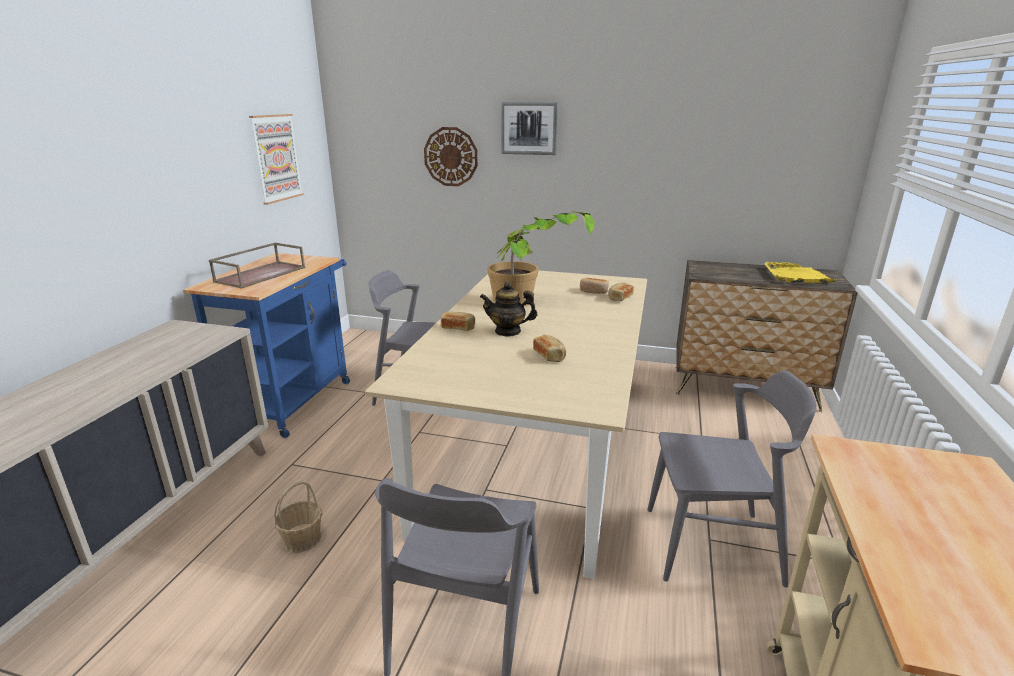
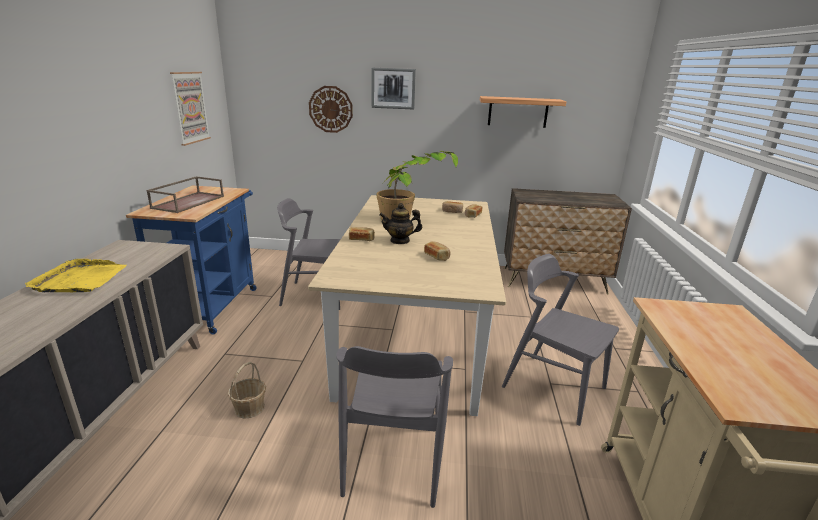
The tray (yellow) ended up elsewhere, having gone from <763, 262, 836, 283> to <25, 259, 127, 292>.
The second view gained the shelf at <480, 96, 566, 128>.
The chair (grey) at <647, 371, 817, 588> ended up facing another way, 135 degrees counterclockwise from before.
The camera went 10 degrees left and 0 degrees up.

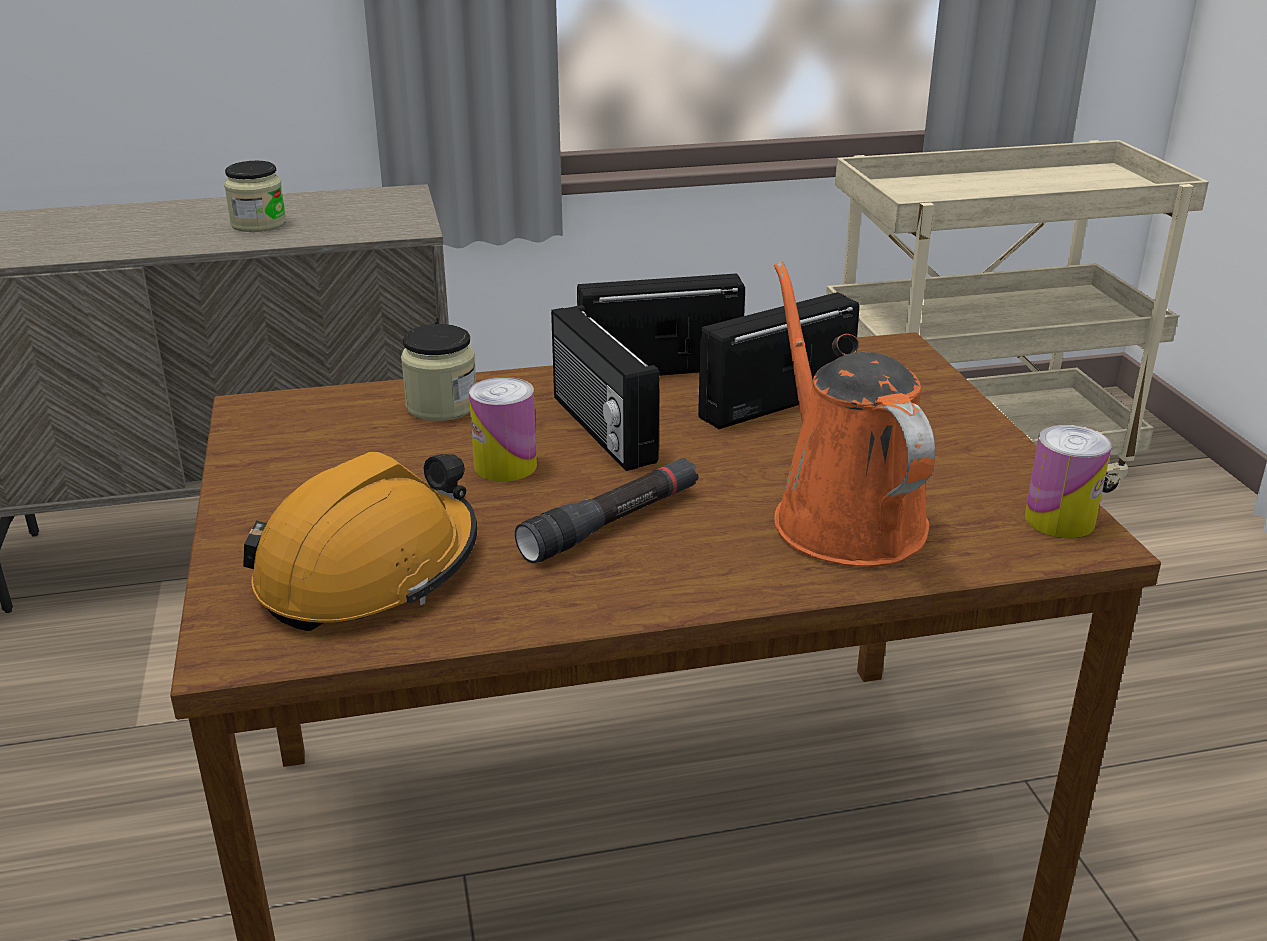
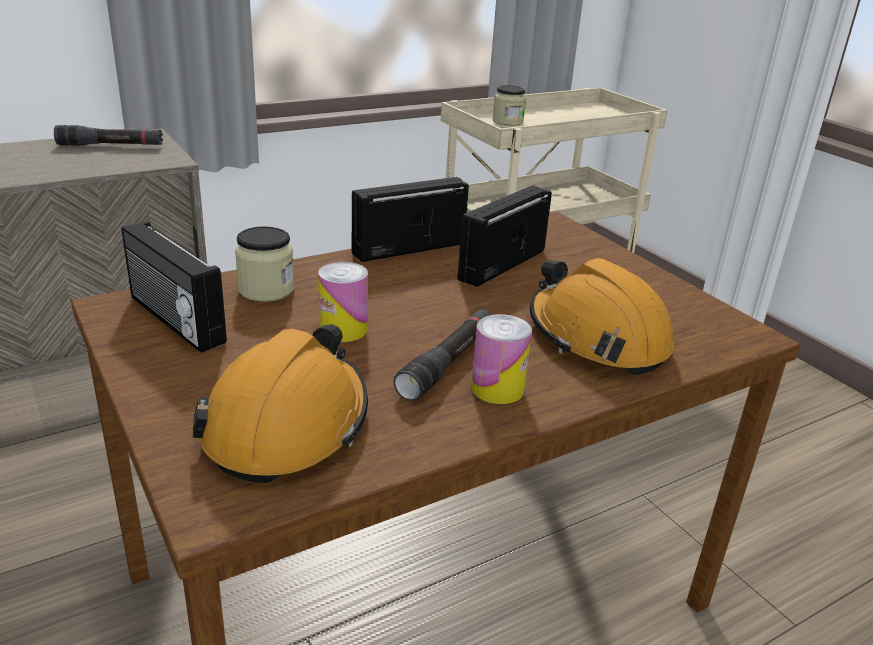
The second view gained the flashlight (black) at <54, 125, 163, 146>.
The radio ended up elsewhere, having gone from <551, 305, 659, 471> to <121, 221, 227, 353>.
The can ended up elsewhere, having gone from <1025, 425, 1112, 538> to <471, 314, 532, 404>.
The jar ended up elsewhere, having gone from <224, 161, 286, 232> to <492, 85, 526, 126>.
Where the watering can (orange) stood at <774, 261, 935, 567>, the hard hat (orange) came to stand at <530, 258, 674, 375>.
The camera went 20 degrees left and 0 degrees up.

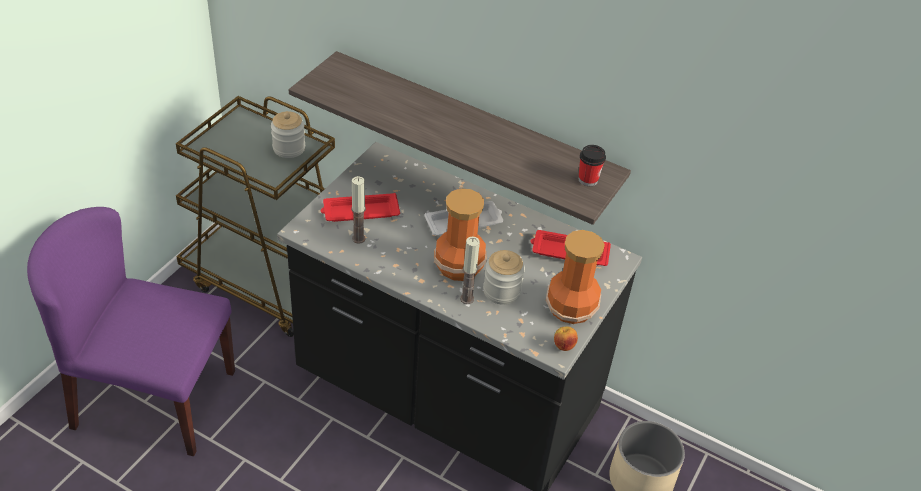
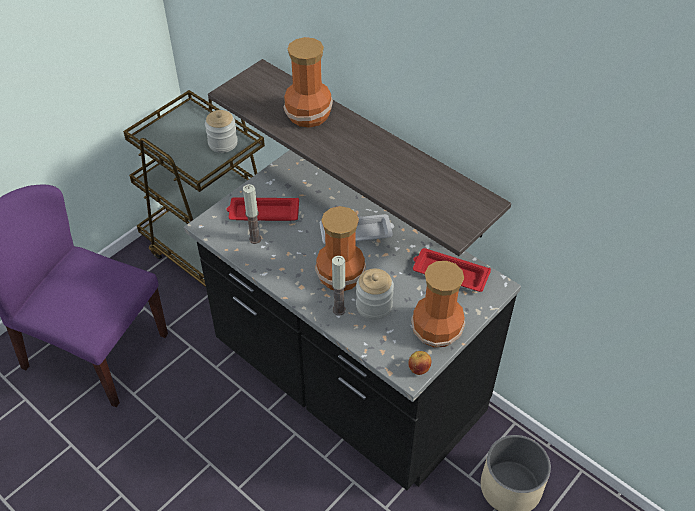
The second view gained the vase at <283, 37, 333, 128>.
The second view lost the cup at <579, 145, 606, 186>.
The camera went 15 degrees right and 5 degrees up.

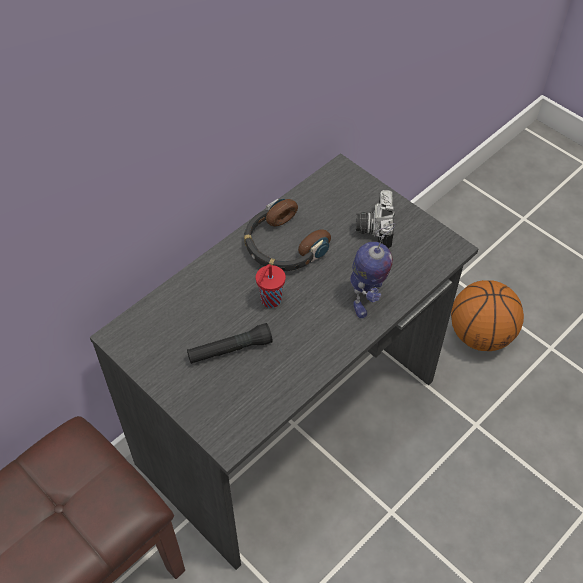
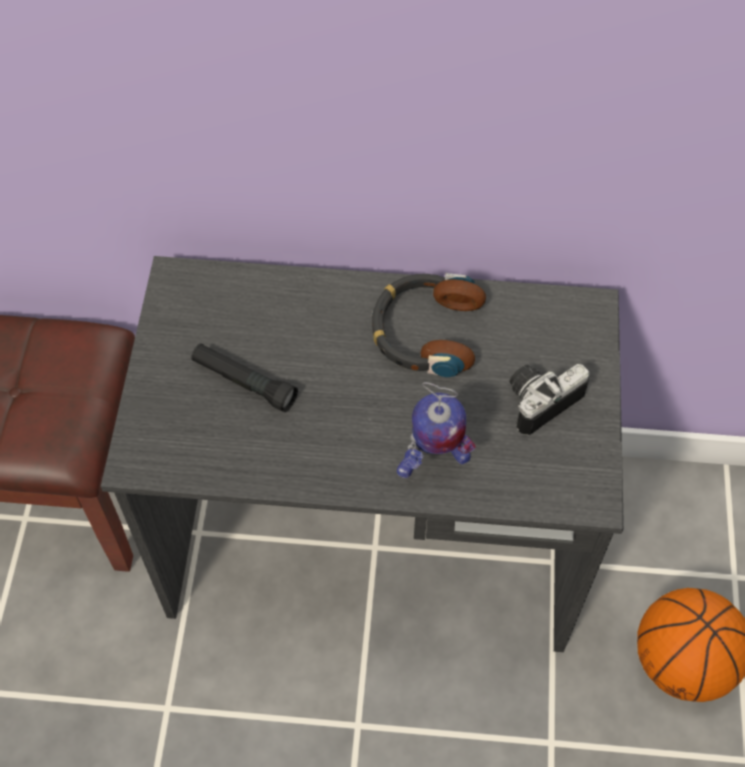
The second view lost the cup (red) at <256, 264, 286, 308>.
The camera went 50 degrees right and 5 degrees up.

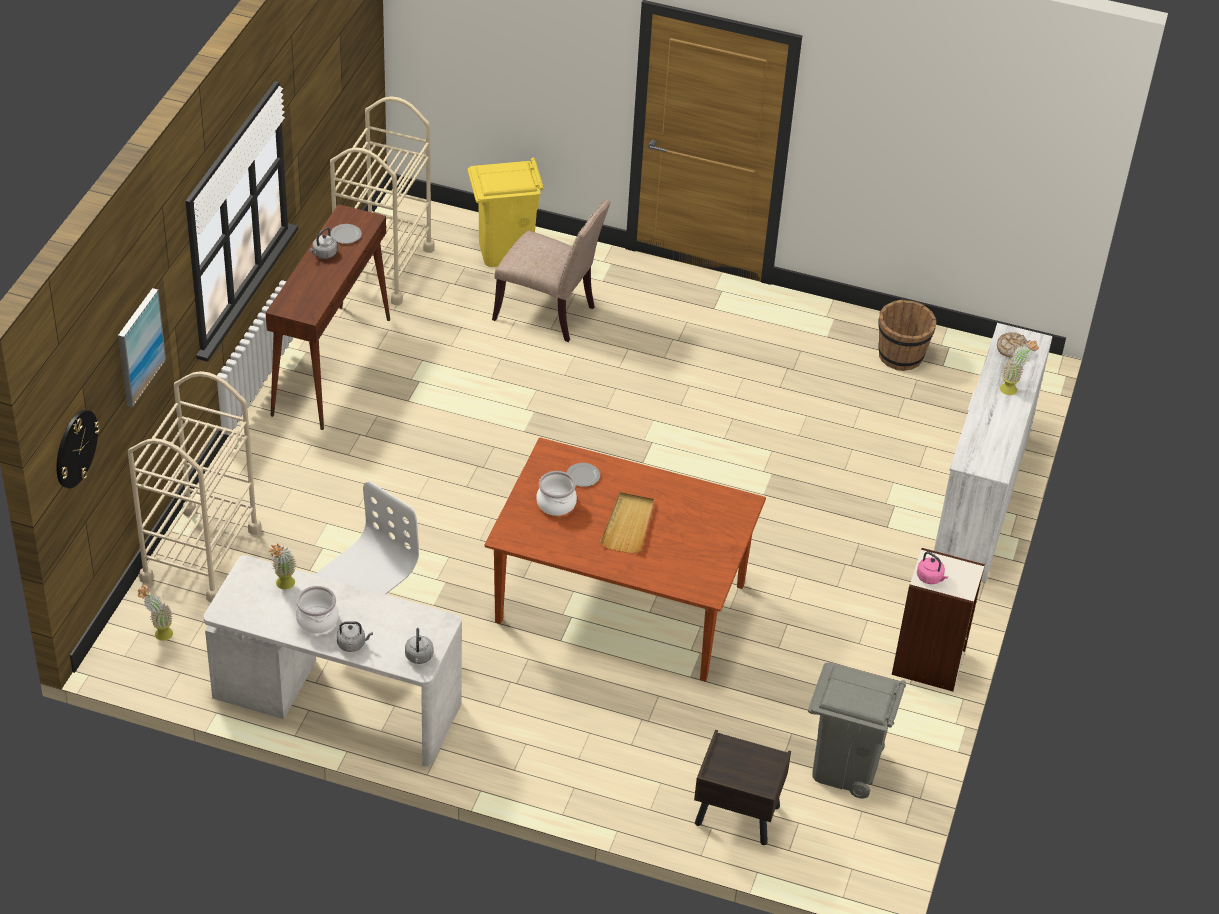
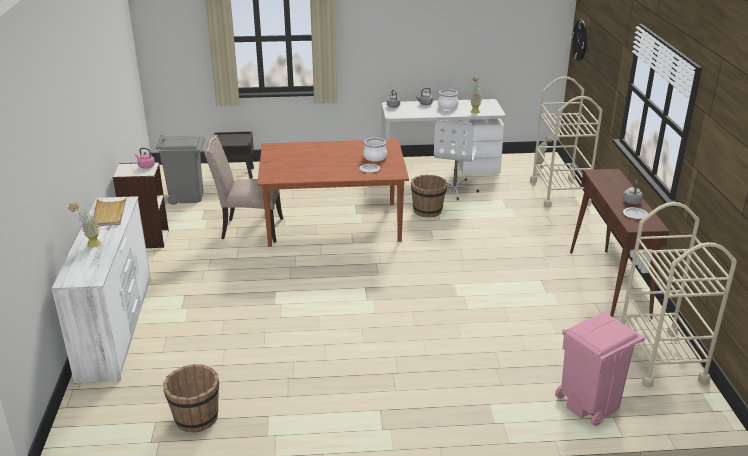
The tray (beige) ended up elsewhere, having gone from <600, 492, 654, 553> to <94, 197, 127, 227>.
The chair (beige) ended up elsewhere, having gone from <492, 200, 611, 342> to <204, 135, 283, 243>.
The second view gained the bucket (brown) at <411, 175, 448, 217>.
What was the trash can (yellow) at <468, 158, 544, 267> turned into the trash can (pink) at <555, 312, 645, 426>.
The second view lost the picture at <118, 288, 166, 407>.
The second view lost the bread at <997, 332, 1029, 358>.
The camera went 160 degrees right and 15 degrees down.

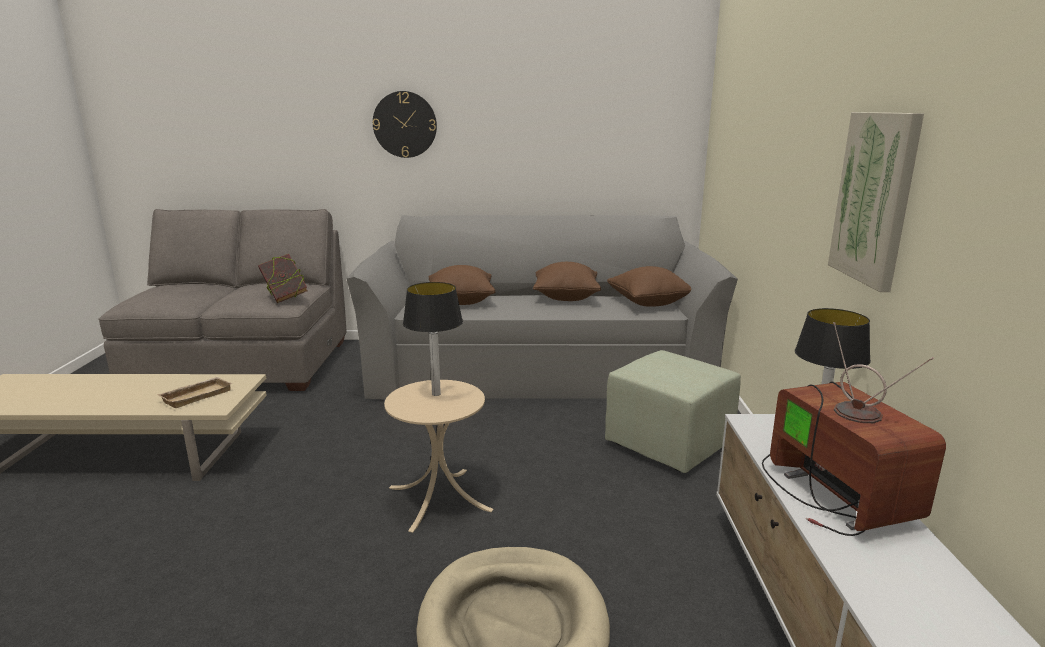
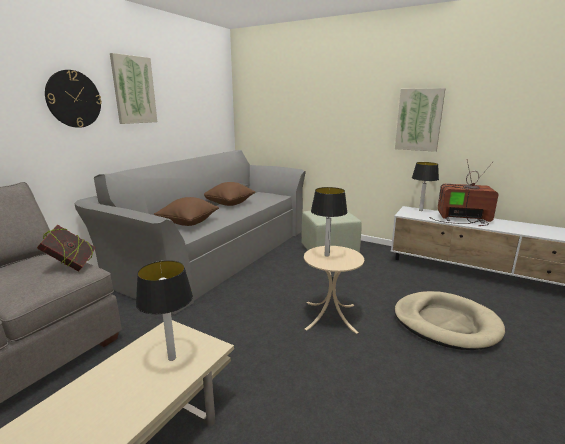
The second view gained the picture at <110, 53, 157, 124>.
Where the tray (beige) stood at <157, 377, 232, 408>, the table lamp came to stand at <136, 260, 193, 361>.
The second view lost the pillow (brown) at <607, 266, 691, 307>.
The camera went 60 degrees left and 0 degrees up.

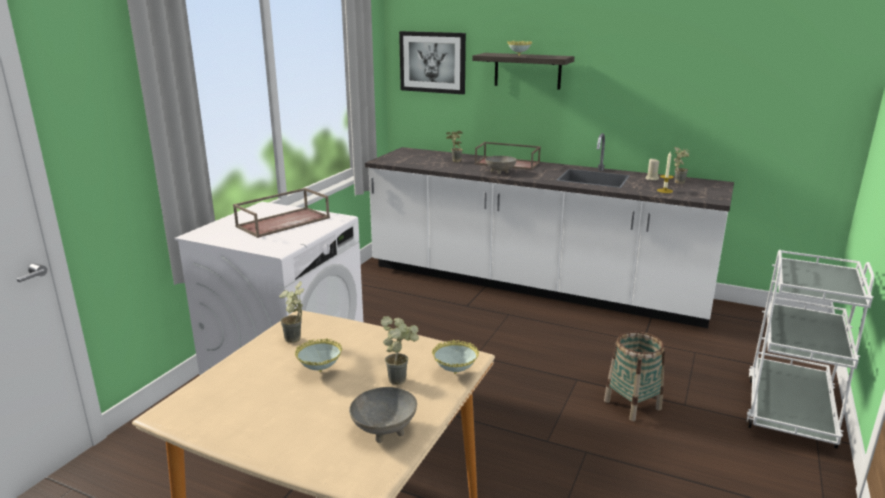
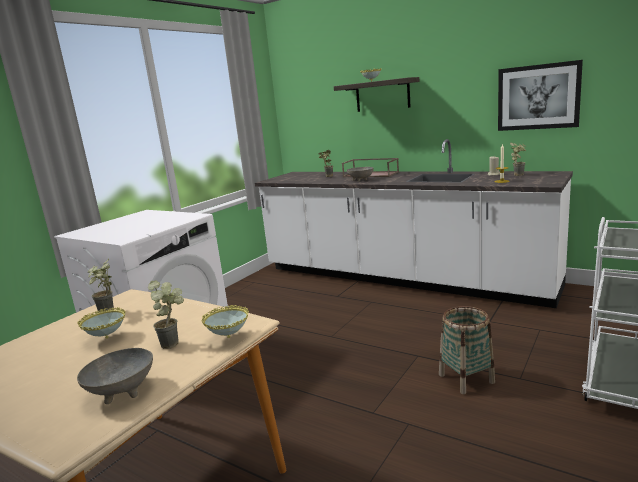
The picture ended up elsewhere, having gone from <399, 31, 466, 94> to <498, 60, 583, 131>.
The second view lost the tray (brown) at <233, 188, 330, 238>.
The camera went 10 degrees right and 5 degrees down.

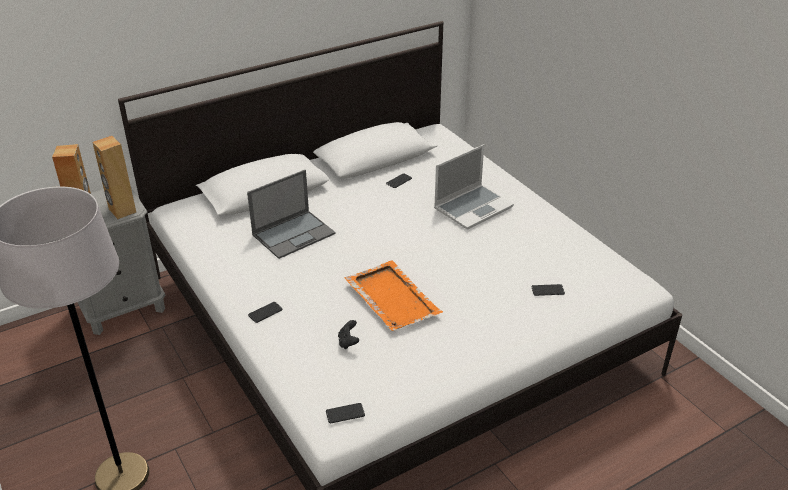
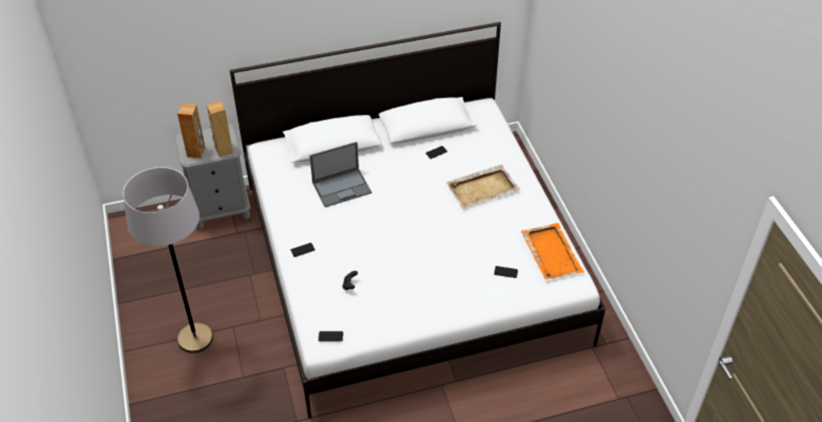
Where the laptop stood at <434, 144, 514, 230>, the tray (beige) came to stand at <446, 164, 520, 210>.
The tray (orange) ended up elsewhere, having gone from <345, 260, 443, 331> to <521, 223, 585, 280>.
The camera went 15 degrees right and 10 degrees up.

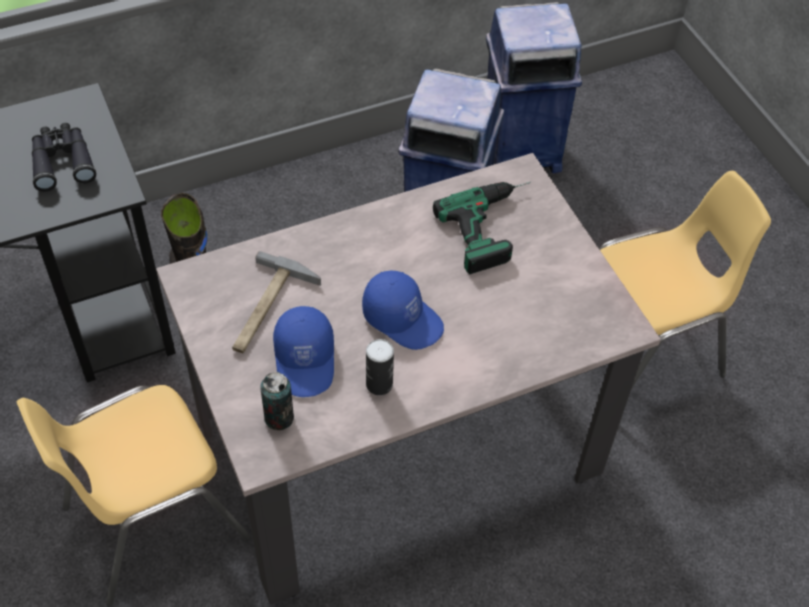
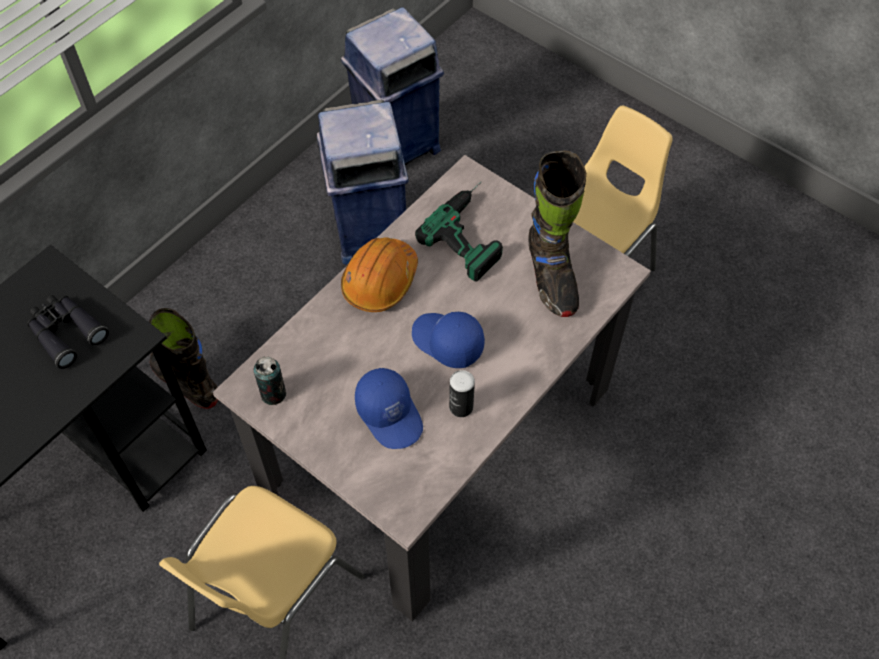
The can ended up elsewhere, having gone from <260, 372, 294, 430> to <254, 356, 286, 405>.
The second view gained the hard hat (orange) at <341, 237, 418, 312>.
The cap (blue) at <362, 271, 444, 350> ended up facing another way, 150 degrees counterclockwise from before.
The second view gained the boot (black) at <529, 151, 586, 317>.
The second view lost the hammer at <232, 251, 321, 353>.
The camera went 25 degrees left and 5 degrees up.

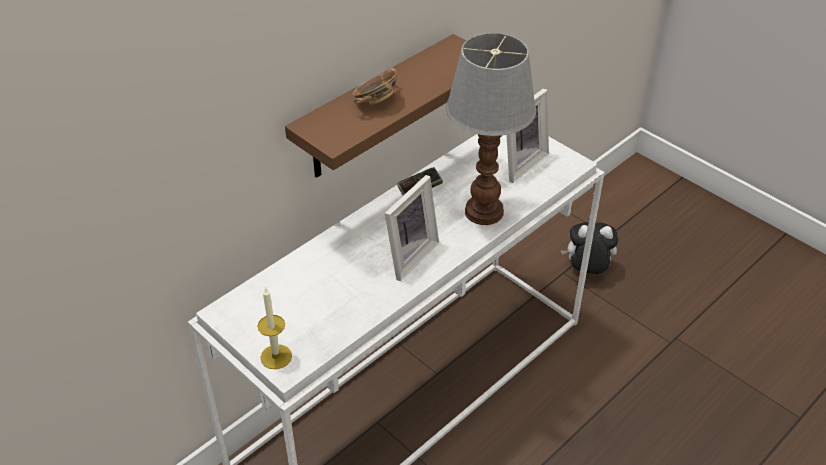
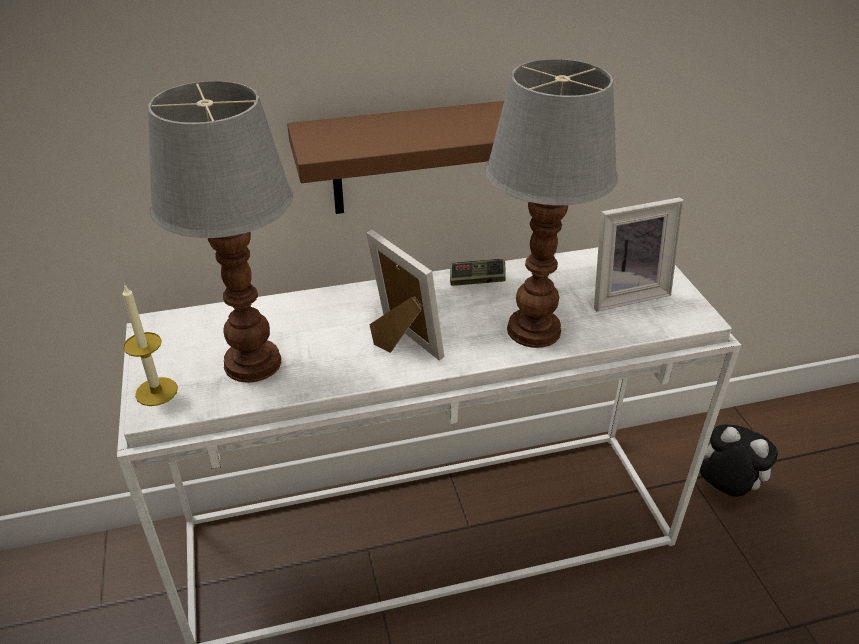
The second view gained the table lamp at <148, 81, 293, 383>.
The picture frame at <385, 175, 439, 281> ended up facing another way, 105 degrees counterclockwise from before.
The second view lost the bowl at <353, 68, 397, 104>.
The camera went 30 degrees right and 5 degrees down.

